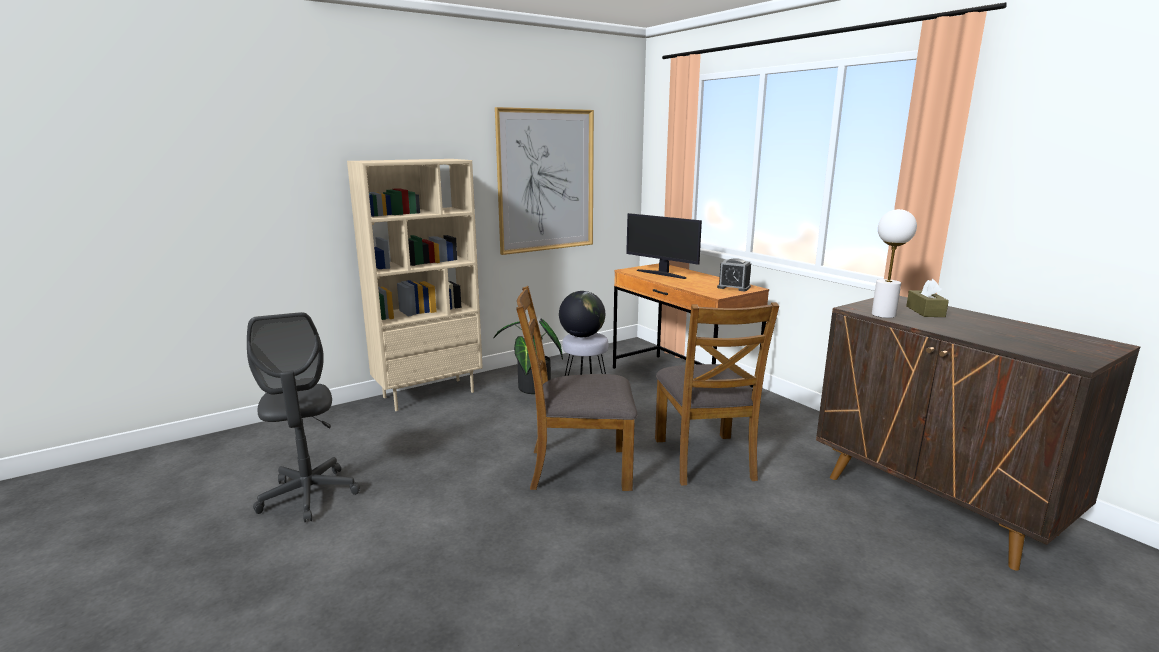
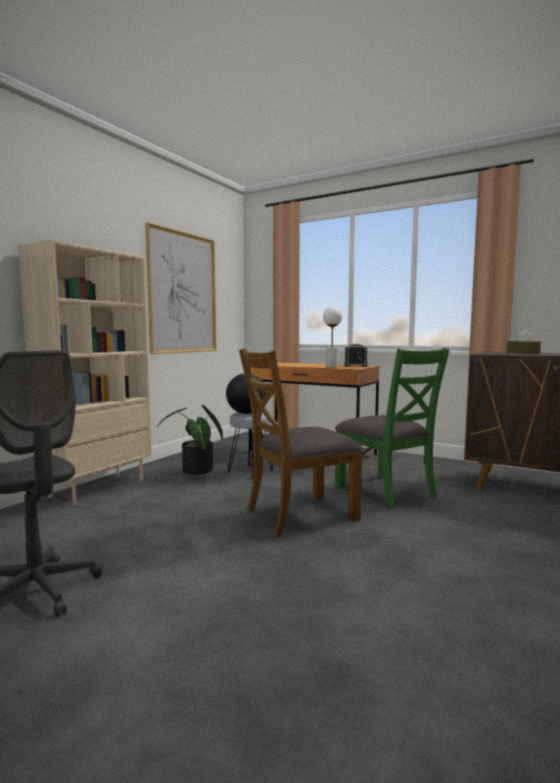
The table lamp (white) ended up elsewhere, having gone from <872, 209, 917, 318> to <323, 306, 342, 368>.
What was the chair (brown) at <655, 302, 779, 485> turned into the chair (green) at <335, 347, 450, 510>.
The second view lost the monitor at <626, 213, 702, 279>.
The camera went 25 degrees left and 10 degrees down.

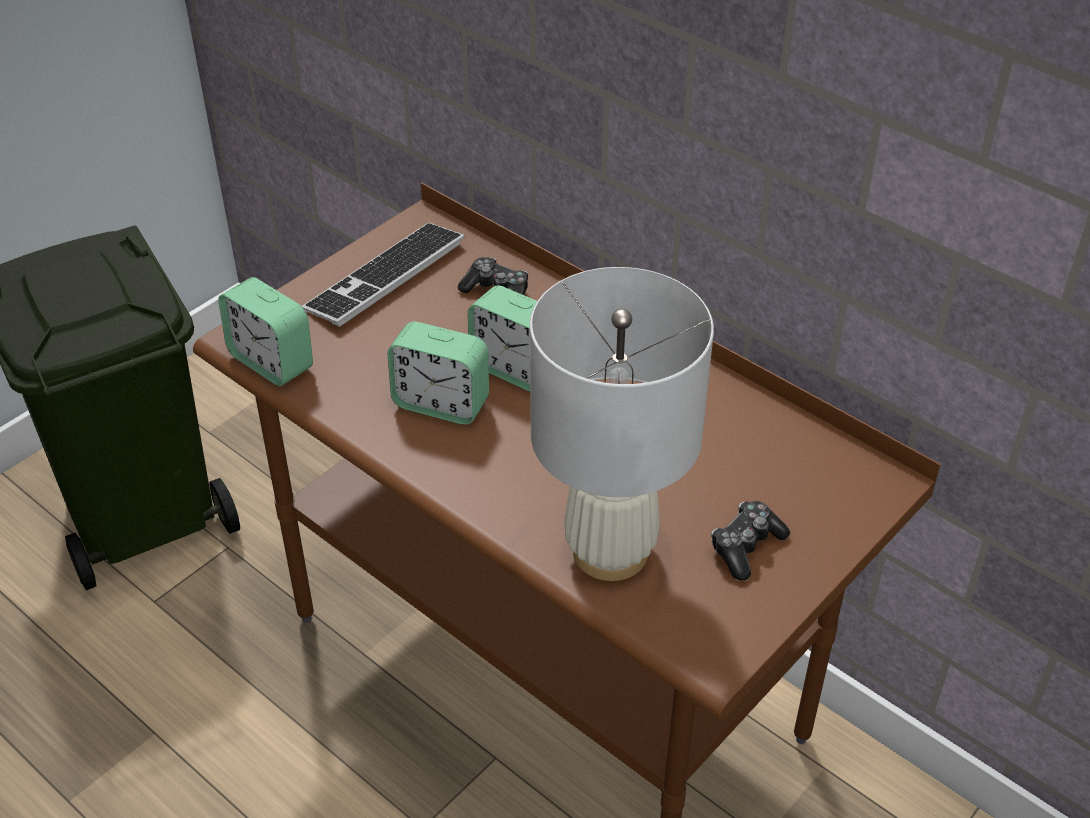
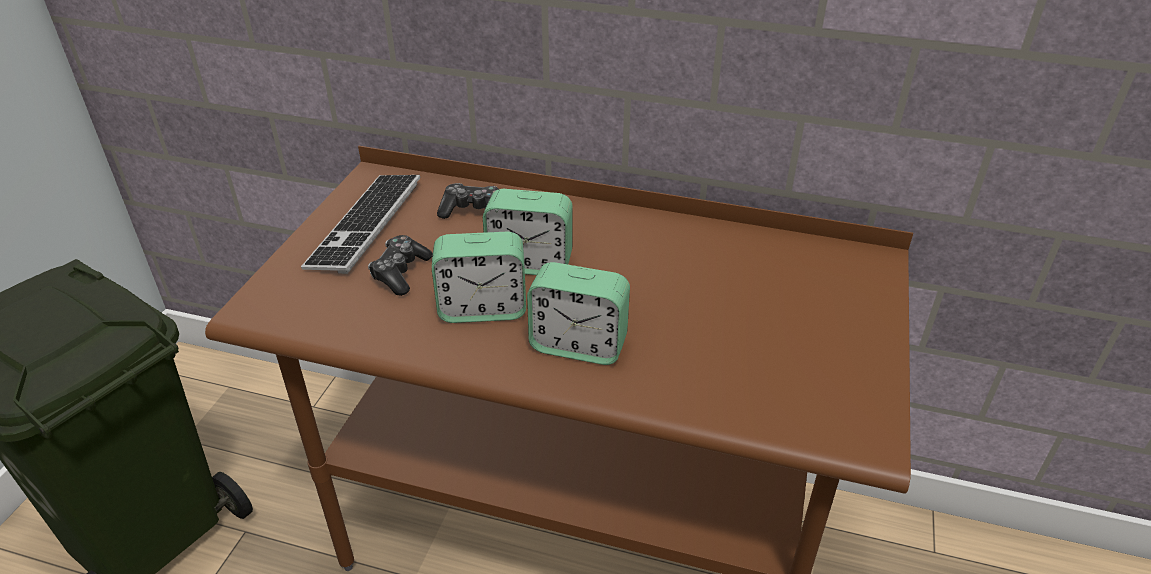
The game controller ended up elsewhere, having gone from <711, 501, 790, 580> to <368, 235, 433, 296>.
The alarm clock ended up elsewhere, having gone from <218, 277, 313, 386> to <527, 262, 630, 365>.
The second view lost the table lamp (white) at <530, 267, 714, 581>.
The camera went 25 degrees left and 5 degrees down.

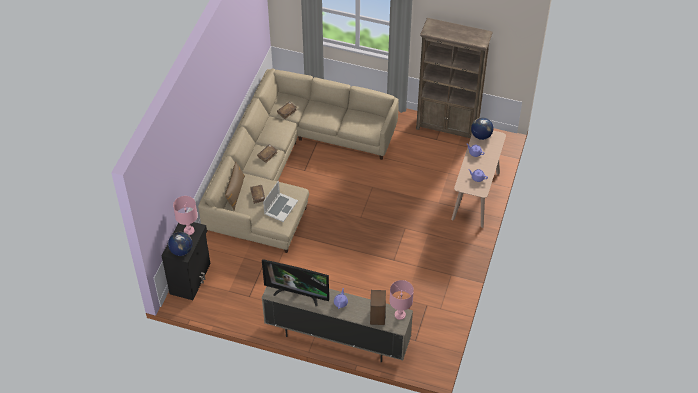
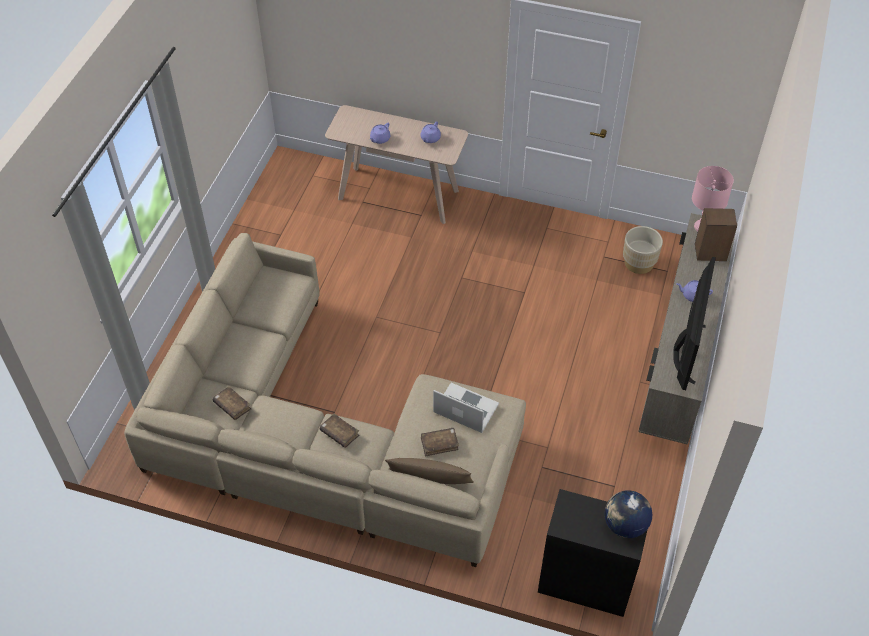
The second view gained the planter (beige) at <623, 226, 663, 274>.
The second view lost the table lamp (pink) at <173, 196, 198, 235>.
The second view lost the bookcase (brown) at <416, 18, 493, 138>.
The second view lost the globe at <471, 117, 493, 140>.
The camera went 90 degrees left and 0 degrees up.

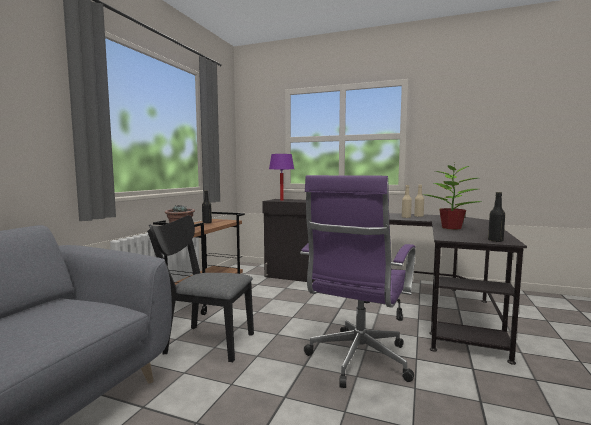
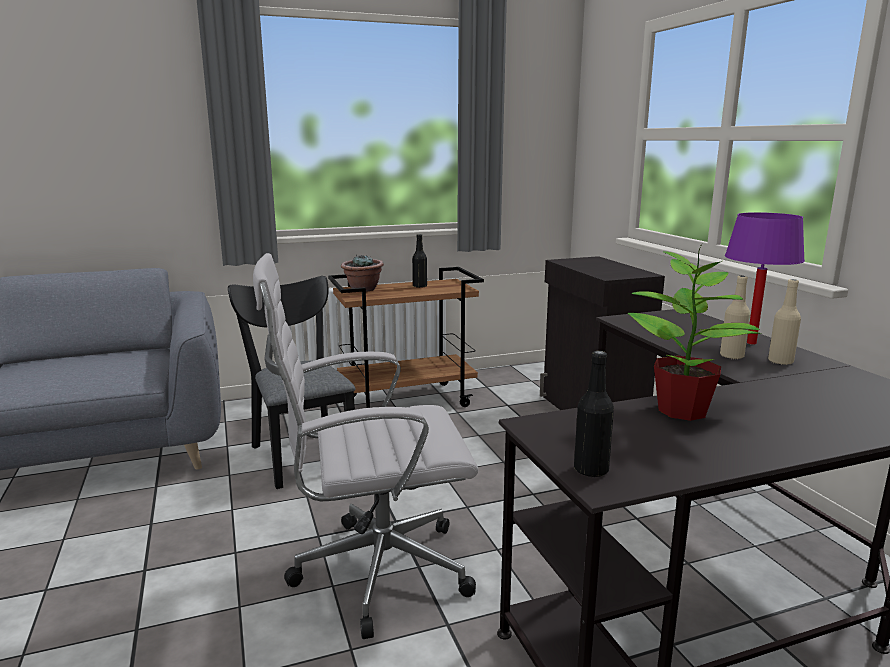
What was the office chair (purple) at <300, 175, 416, 388> turned into the office chair (white) at <253, 253, 478, 639>.
The table lamp (purple) ended up elsewhere, having gone from <269, 154, 294, 201> to <725, 212, 805, 345>.
The camera went 50 degrees right and 10 degrees up.

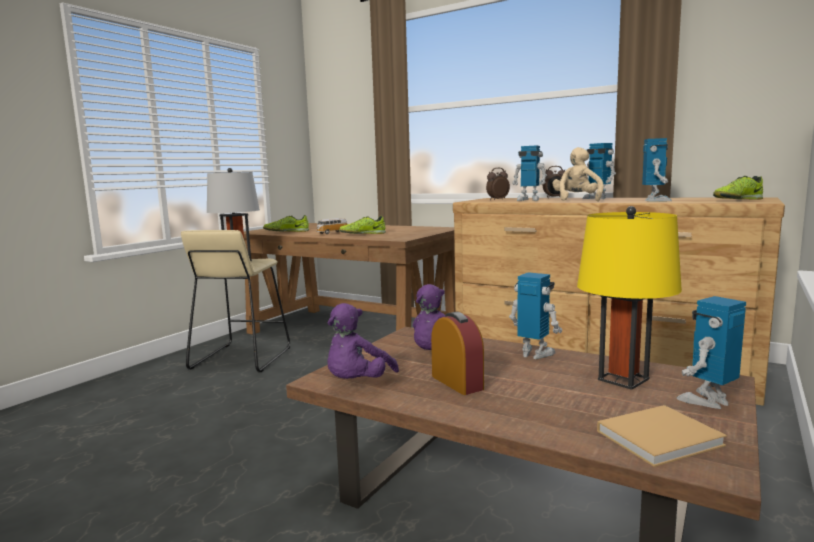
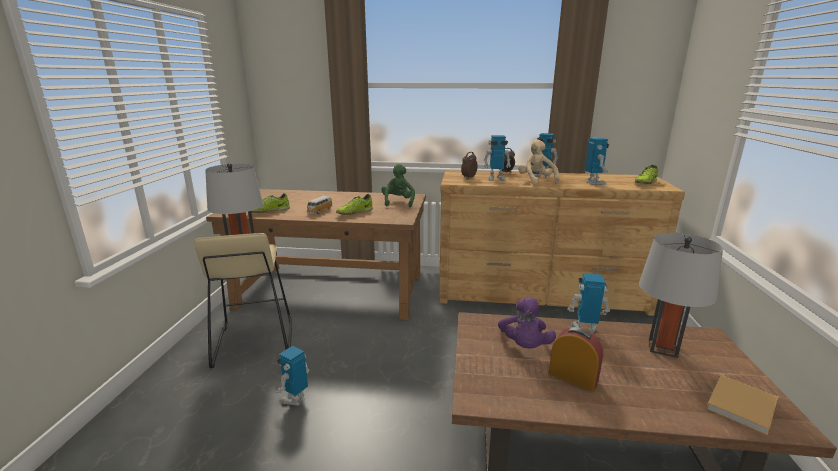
The toy robot ended up elsewhere, having gone from <676, 296, 746, 409> to <276, 346, 310, 405>.
The second view gained the plush toy (green) at <381, 164, 415, 207>.
What was the table lamp (yellow) at <577, 206, 682, 390> turned into the table lamp (grey) at <639, 233, 723, 358>.
The second view lost the plush toy (purple) at <328, 303, 399, 379>.
The camera went 25 degrees left and 10 degrees up.

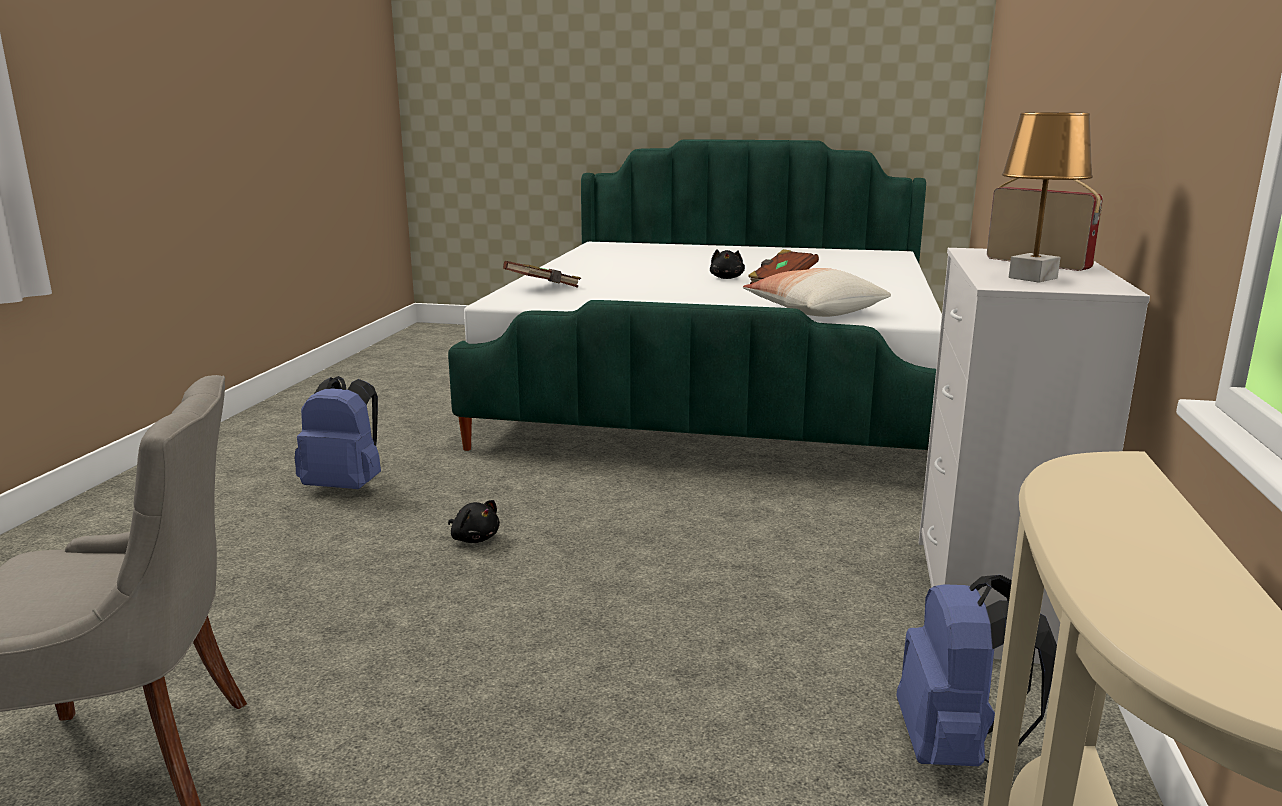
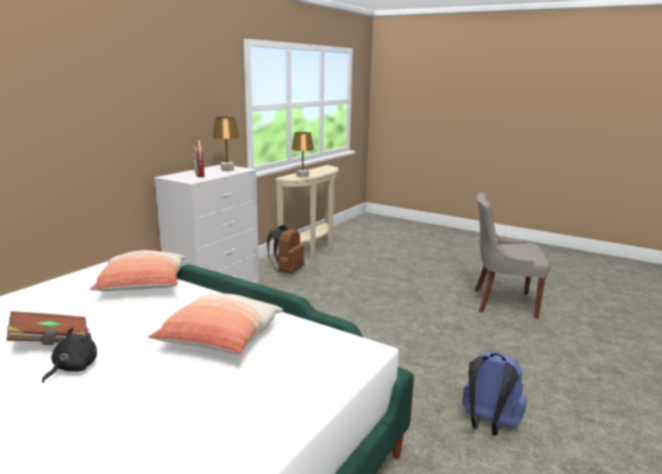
The second view gained the pillow at <148, 294, 283, 355>.
What was the backpack (blue) at <897, 575, 1057, 766> turned into the backpack (brown) at <267, 225, 305, 274>.
The second view gained the table lamp (brown) at <292, 132, 314, 178>.
The second view lost the plush toy (black) at <448, 500, 500, 543>.
The second view lost the book (brown) at <503, 261, 581, 288>.
The camera went 160 degrees left and 0 degrees up.

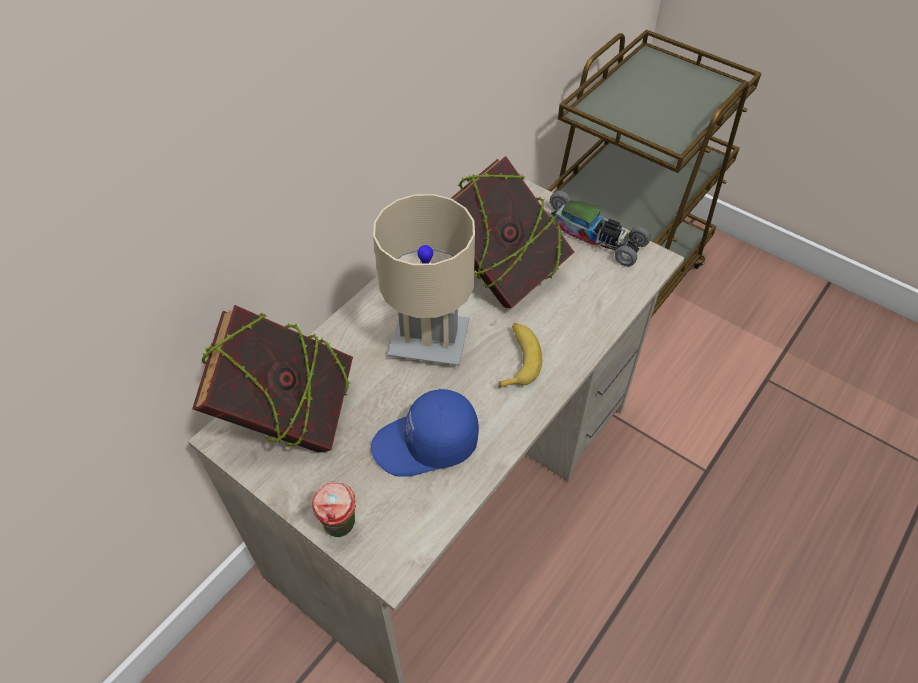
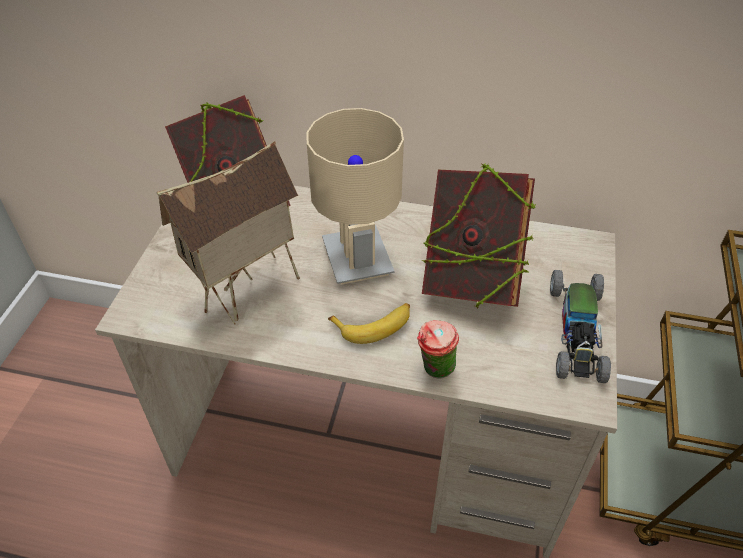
Where the cap (blue) stood at <371, 389, 479, 477>, the toy house came to stand at <156, 141, 300, 325>.
The cup ended up elsewhere, having gone from <312, 482, 356, 537> to <417, 320, 459, 379>.
The camera went 65 degrees right and 5 degrees down.

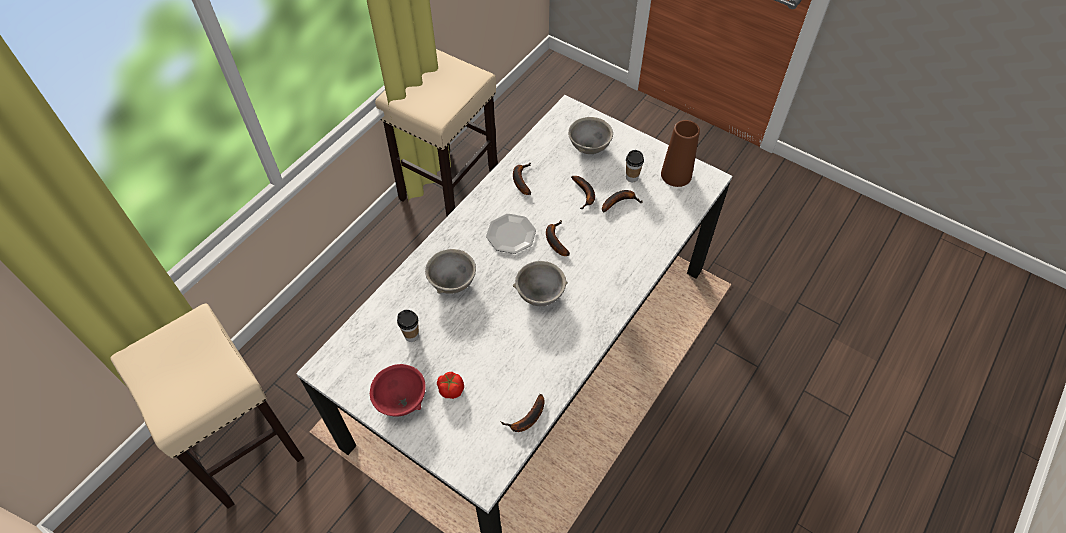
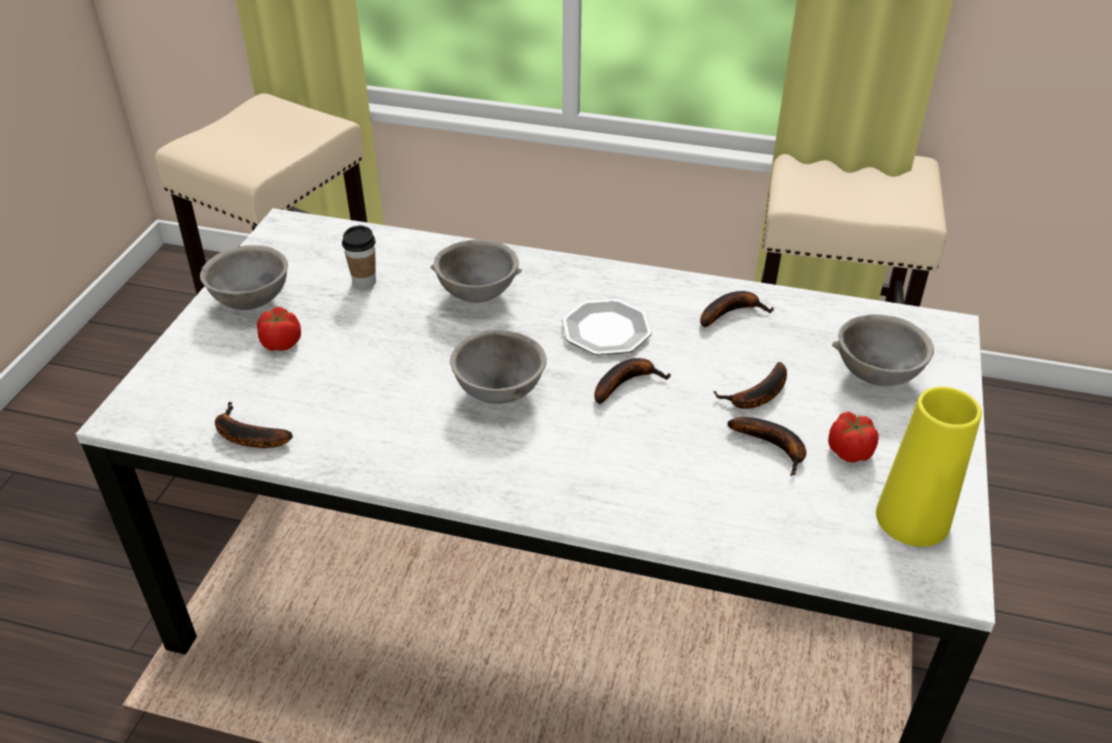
What was the bowl (red) at <370, 364, 425, 417> turned into the bowl (grey) at <200, 245, 288, 310>.
Where the cup stood at <626, 150, 644, 182>, the tomato came to stand at <828, 412, 879, 463>.
What was the vase (brown) at <661, 120, 700, 187> turned into the vase (yellow) at <876, 387, 982, 547>.
The camera went 70 degrees right and 15 degrees down.

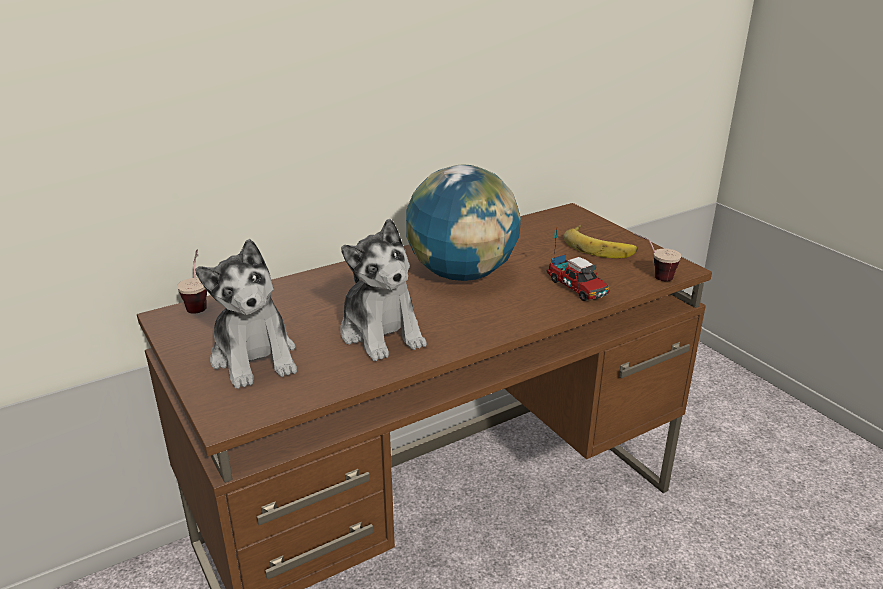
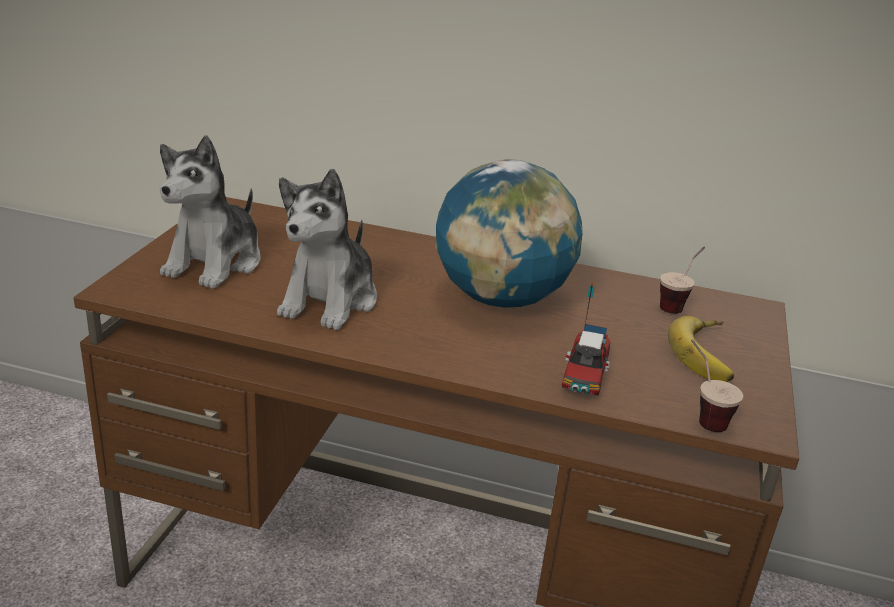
The cup ended up elsewhere, having gone from <177, 250, 207, 314> to <660, 247, 705, 314>.
The camera went 45 degrees right and 0 degrees up.

